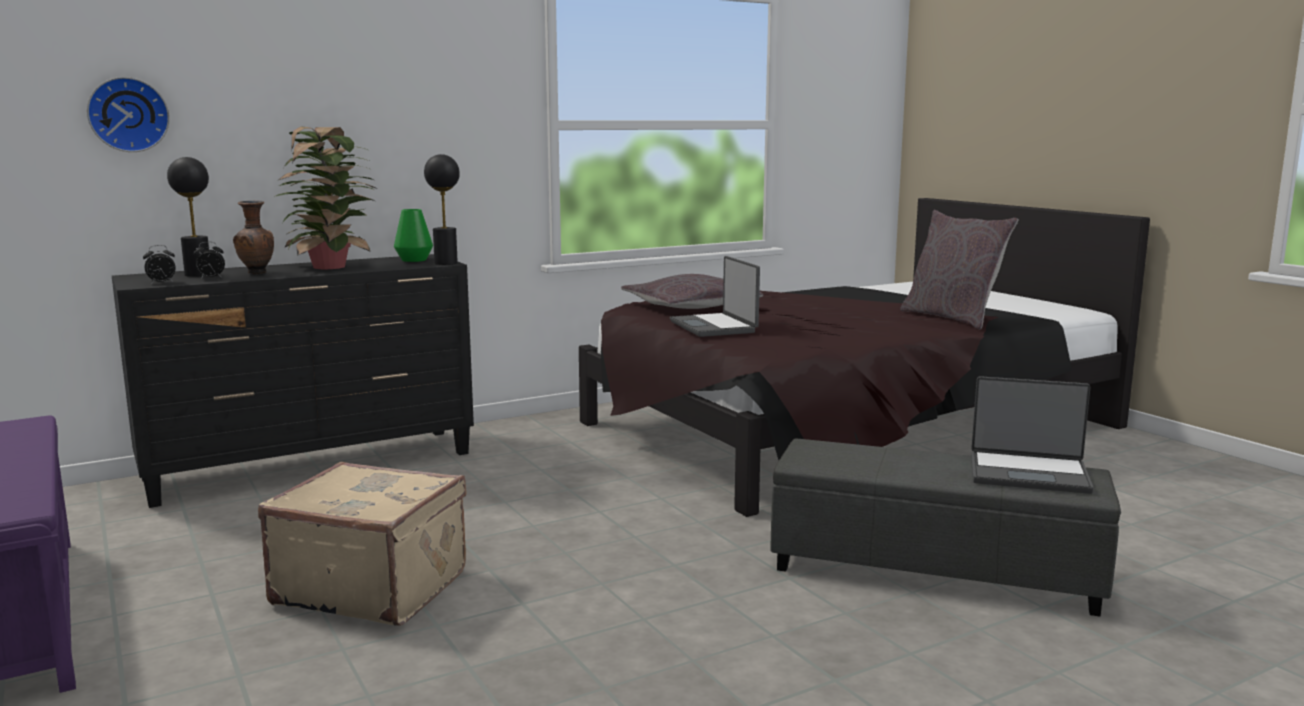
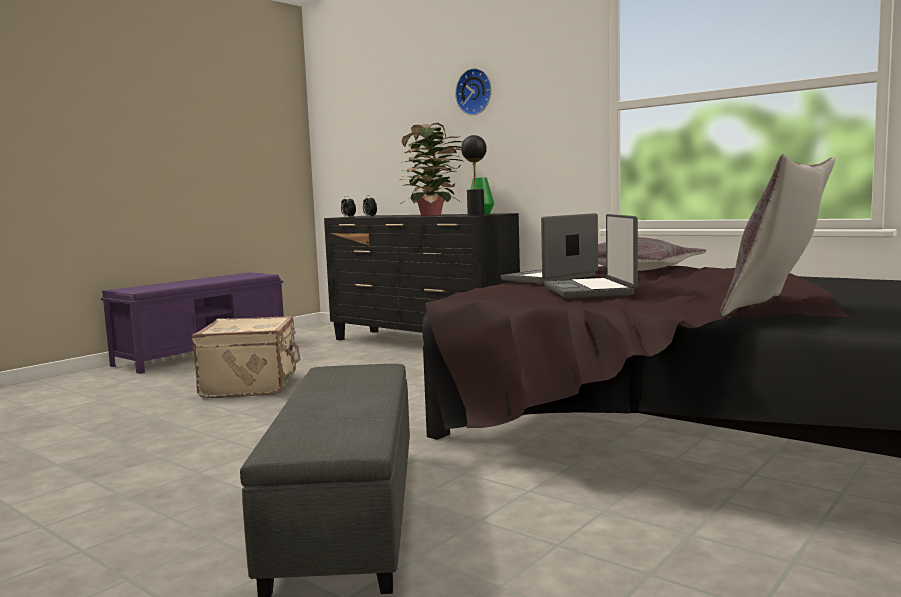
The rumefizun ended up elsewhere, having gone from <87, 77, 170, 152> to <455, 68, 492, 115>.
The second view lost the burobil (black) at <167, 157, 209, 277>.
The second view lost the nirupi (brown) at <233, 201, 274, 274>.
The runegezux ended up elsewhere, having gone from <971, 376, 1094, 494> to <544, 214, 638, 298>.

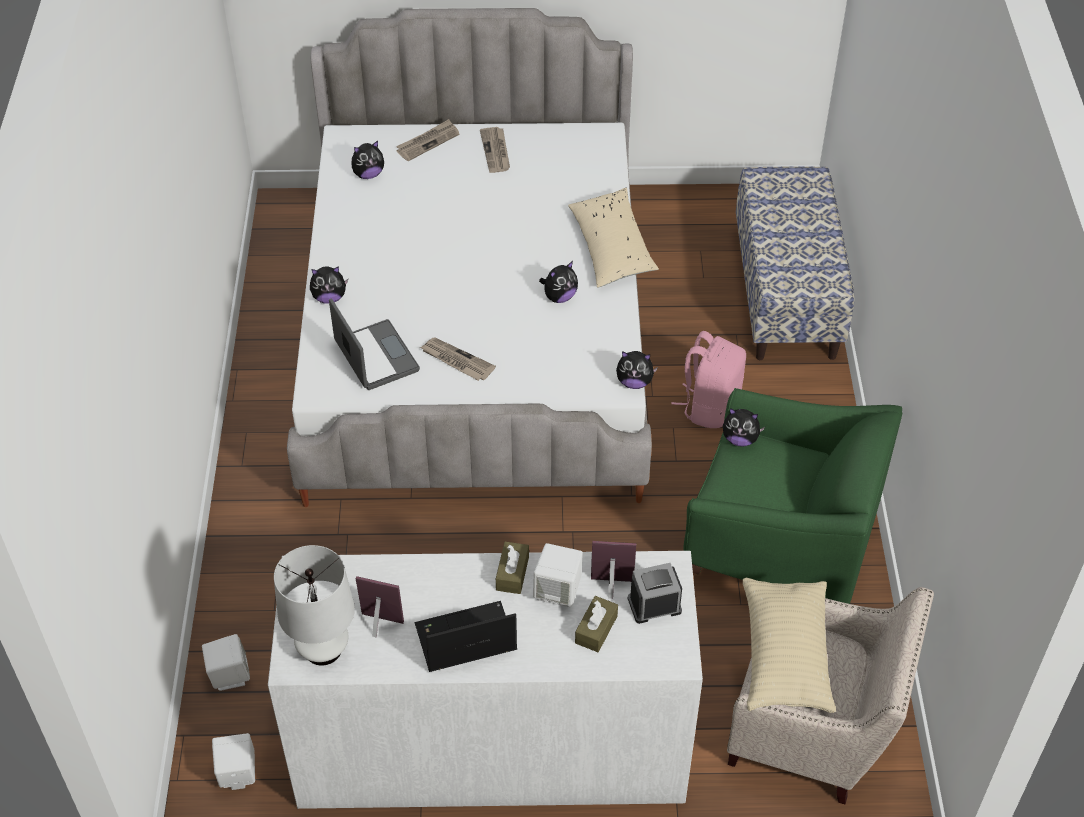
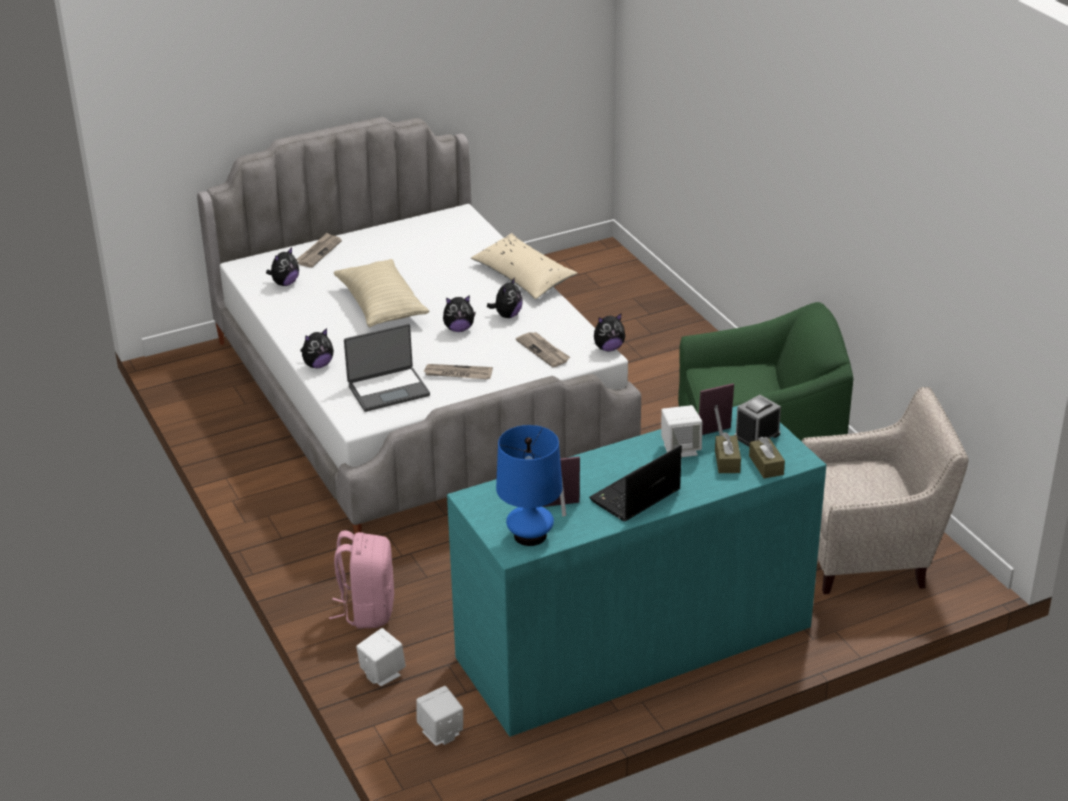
What was the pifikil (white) at <268, 551, 703, 809> turned into the pifikil (turquoise) at <447, 405, 826, 737>.
What was the burobil (white) at <274, 545, 355, 665> turned into the burobil (blue) at <496, 425, 563, 546>.
The runegezux at <329, 299, 420, 390> ended up facing another way, 120 degrees clockwise from before.
The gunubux ended up elsewhere, having gone from <480, 127, 510, 173> to <516, 332, 570, 367>.
The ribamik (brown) ended up elsewhere, having gone from <496, 542, 529, 594> to <749, 437, 785, 478>.
The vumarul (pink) ended up elsewhere, having gone from <671, 331, 746, 428> to <329, 530, 394, 629>.
The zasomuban ended up elsewhere, having gone from <723, 408, 765, 447> to <443, 295, 476, 332>.
The second view lost the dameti at <736, 166, 855, 360>.
The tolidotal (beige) ended up elsewhere, having gone from <743, 578, 836, 713> to <334, 259, 429, 327>.

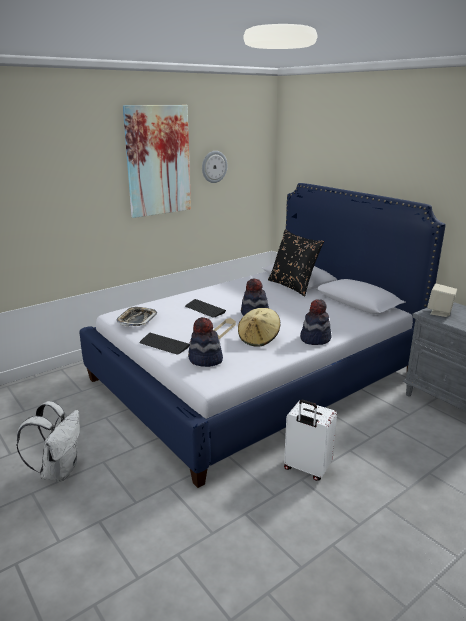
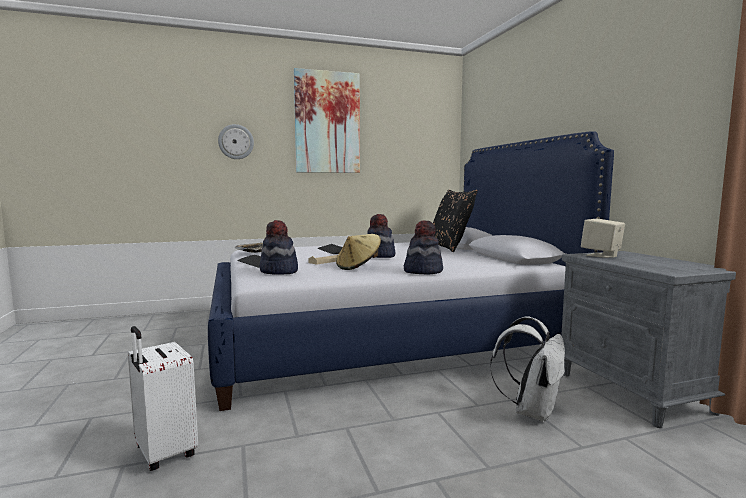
The vumarul (white) ended up elsewhere, having gone from <16, 401, 80, 482> to <490, 316, 566, 422>.
The rumefizun ended up elsewhere, having gone from <202, 151, 228, 183> to <218, 124, 254, 159>.
The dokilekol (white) ended up elsewhere, having gone from <284, 400, 337, 481> to <128, 326, 198, 471>.

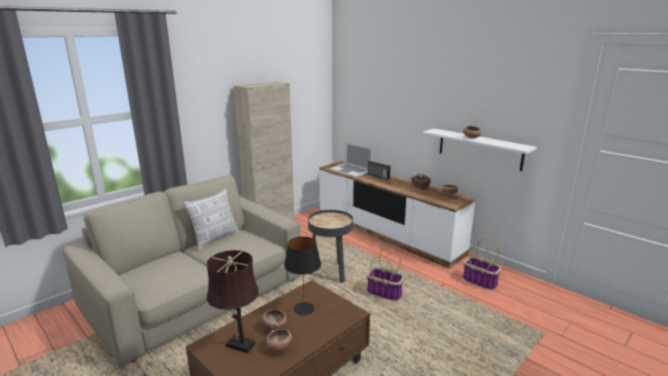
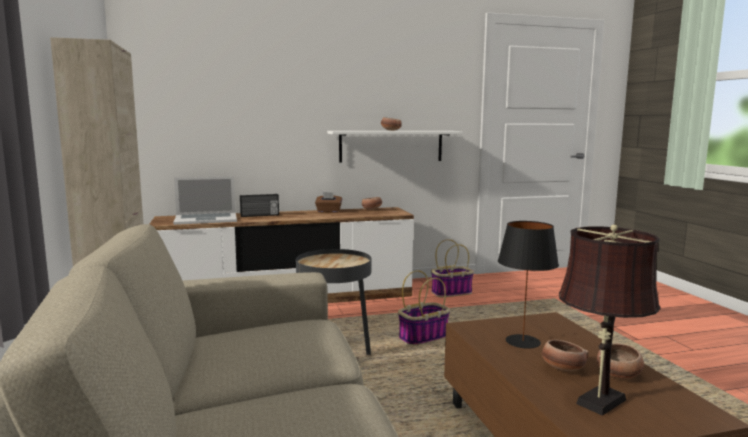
The second view lost the tolidotal at <184, 189, 240, 250>.

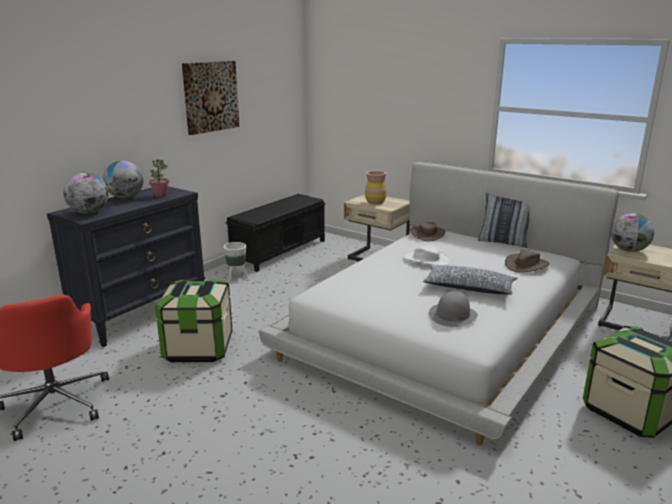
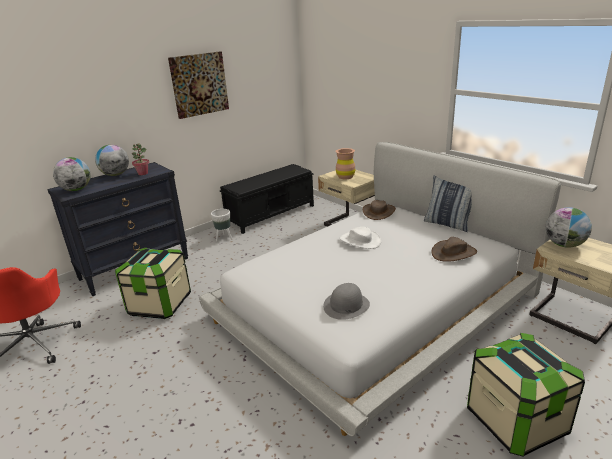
The second view lost the tolidotal at <423, 266, 518, 295>.

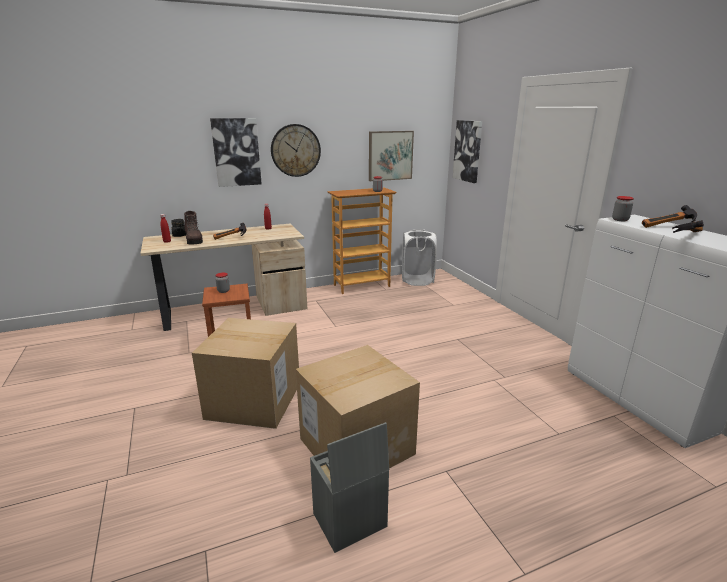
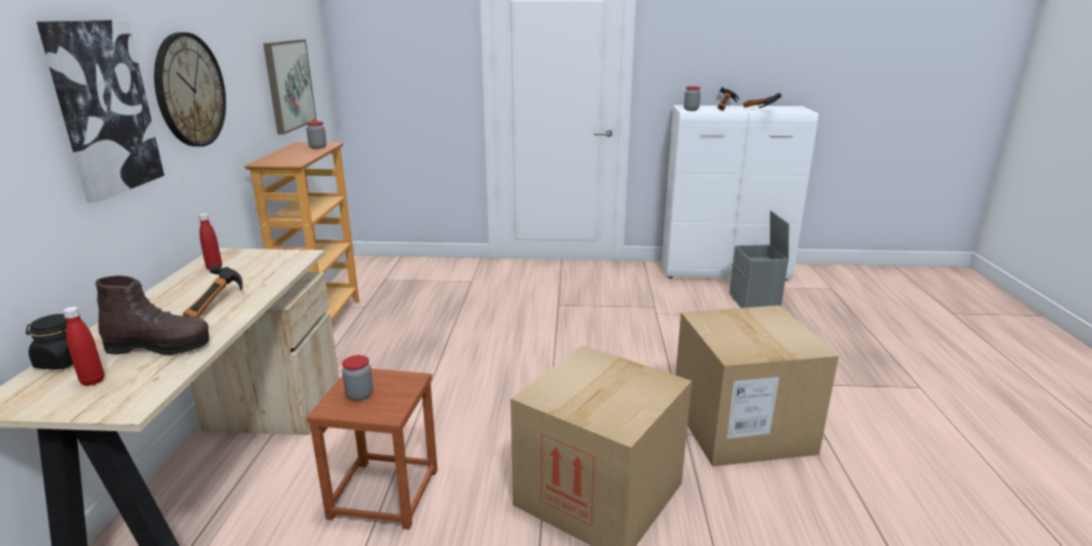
The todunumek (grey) ended up elsewhere, having gone from <310, 422, 389, 553> to <729, 211, 789, 308>.
The second view lost the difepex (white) at <402, 229, 437, 286>.
The second view lost the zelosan at <453, 120, 482, 183>.

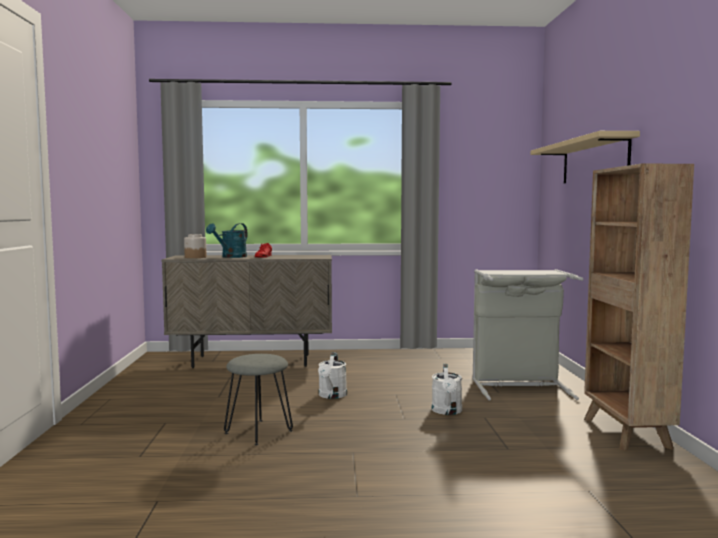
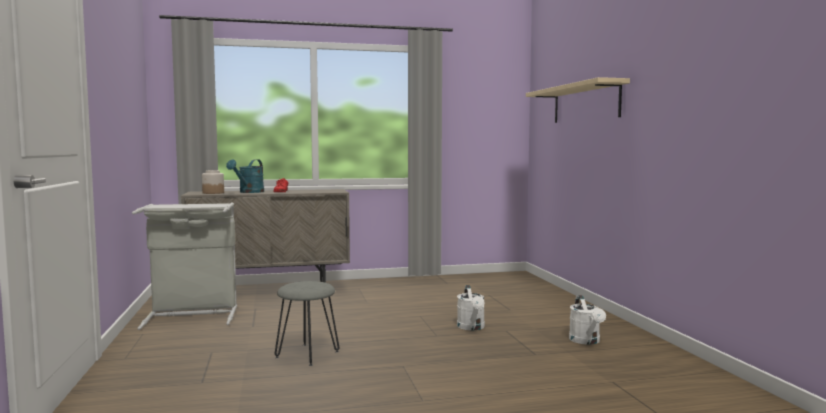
The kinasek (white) ended up elsewhere, having gone from <318, 352, 347, 399> to <569, 295, 606, 345>.
The difepex (grey) ended up elsewhere, having gone from <472, 269, 584, 401> to <132, 202, 237, 330>.
The second view lost the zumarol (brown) at <584, 164, 694, 451>.

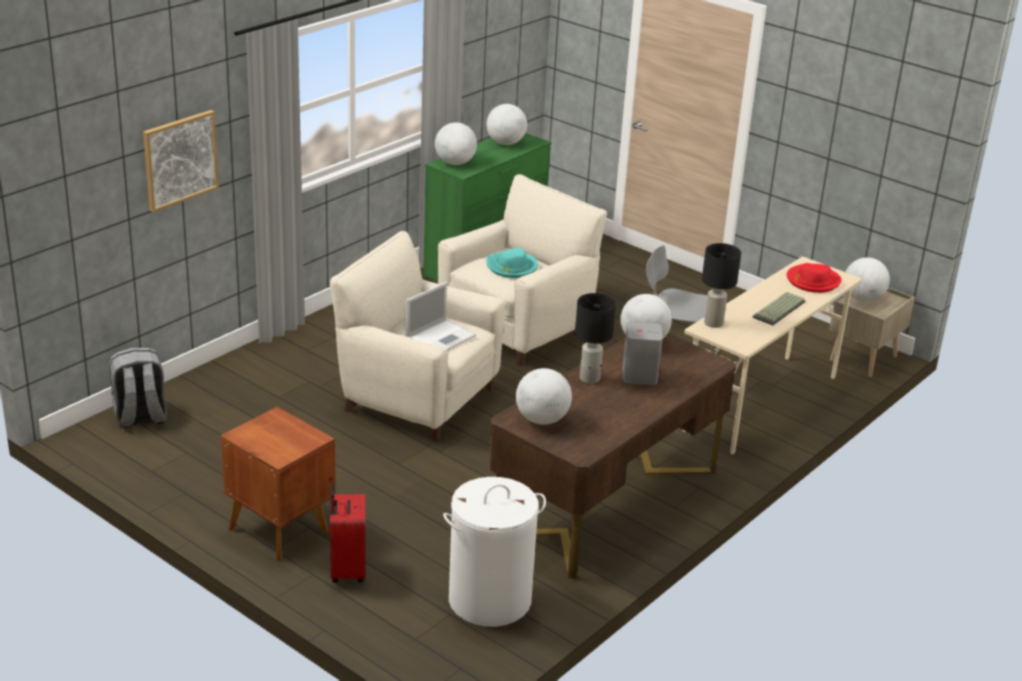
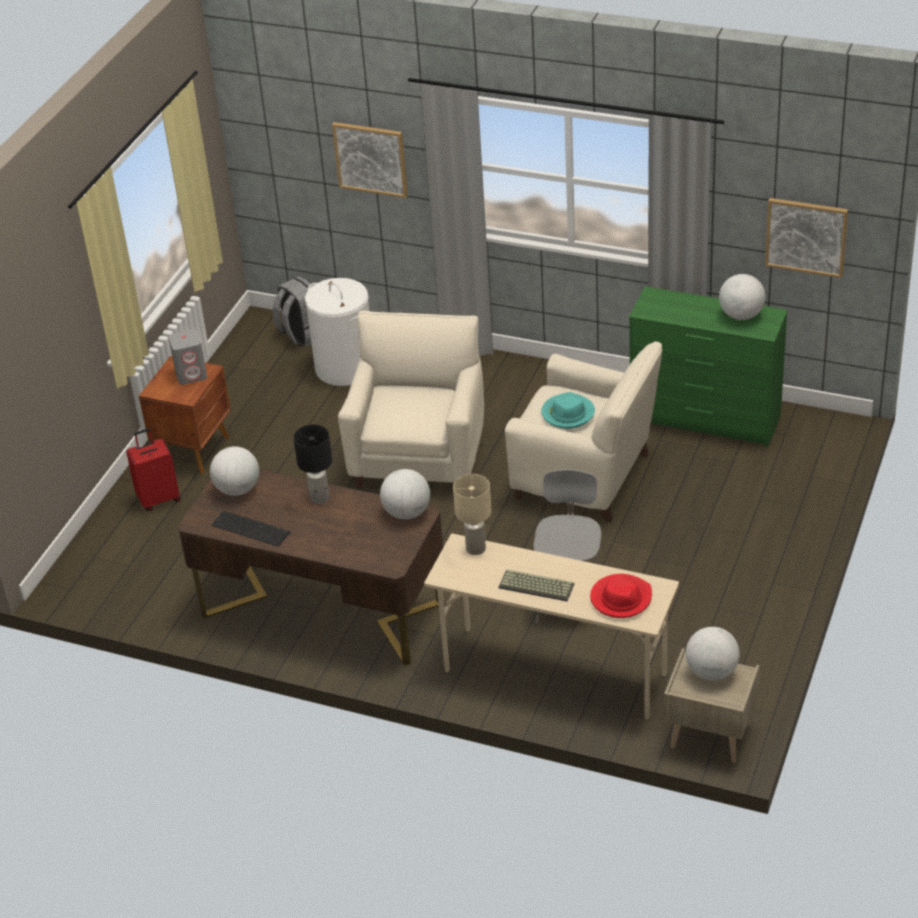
The second view lost the runegezux at <405, 282, 476, 350>.
The second view lost the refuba at <435, 122, 477, 165>.
The difepex (white) ended up elsewhere, having gone from <443, 477, 546, 627> to <305, 278, 369, 386>.
The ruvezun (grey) ended up elsewhere, having gone from <622, 322, 663, 385> to <168, 329, 207, 385>.
What was the burobil (black) at <702, 243, 741, 328> turned into the burobil (beige) at <453, 474, 492, 555>.
The second view gained the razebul at <212, 511, 290, 547>.
The second view gained the zelosan at <765, 198, 848, 278>.

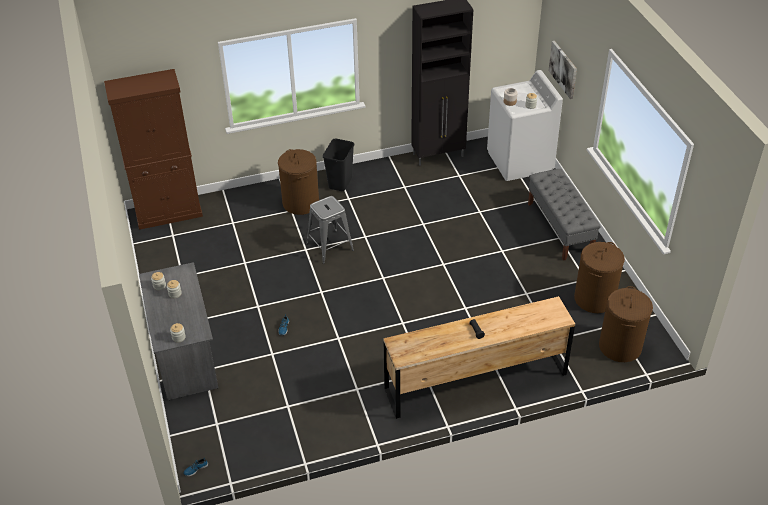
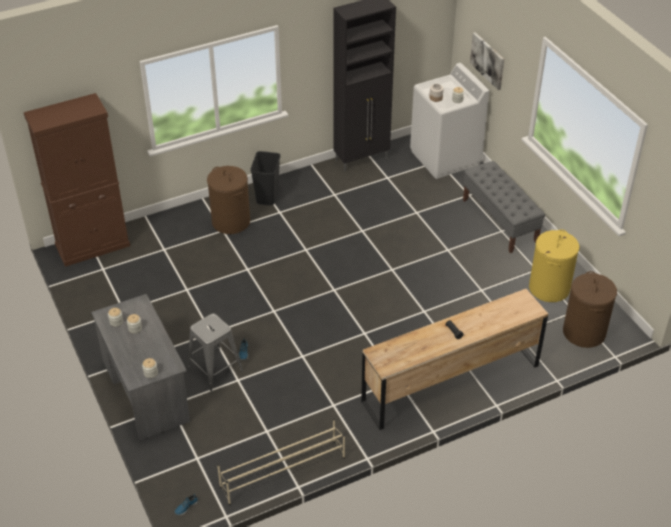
The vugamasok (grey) ended up elsewhere, having gone from <306, 196, 354, 264> to <187, 313, 243, 391>.
What was the difepex (brown) at <574, 242, 625, 313> turned into the difepex (yellow) at <529, 229, 579, 302>.
The second view gained the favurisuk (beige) at <217, 418, 345, 505>.

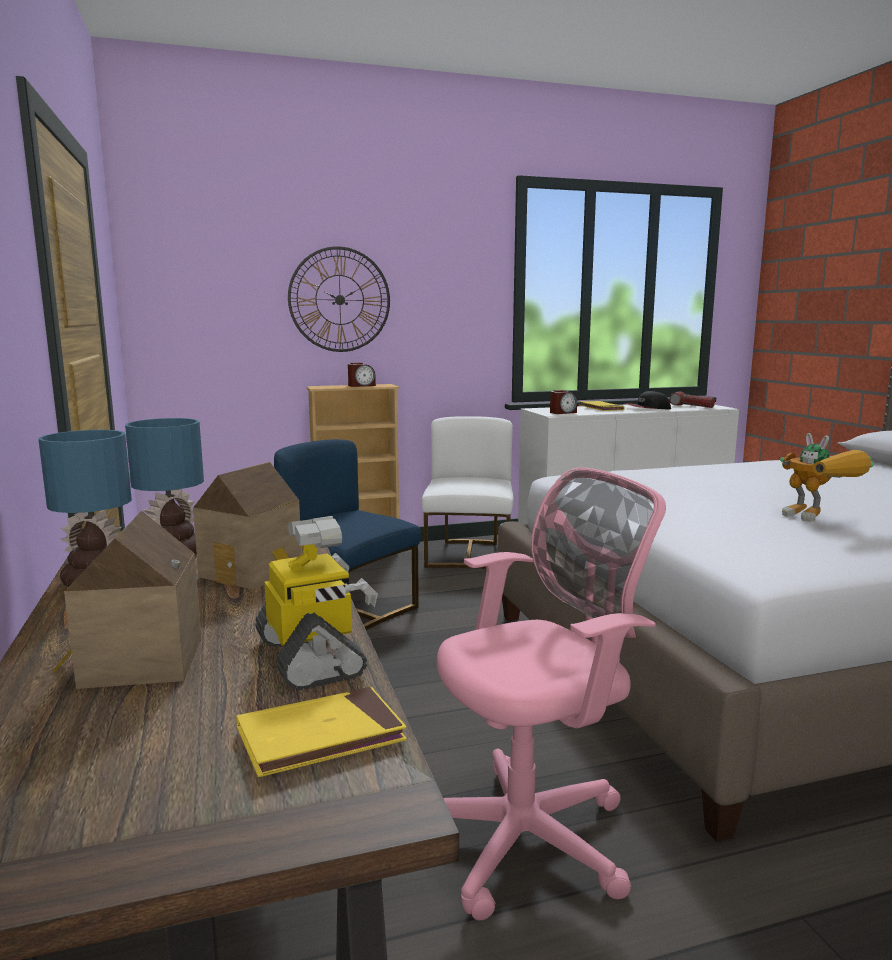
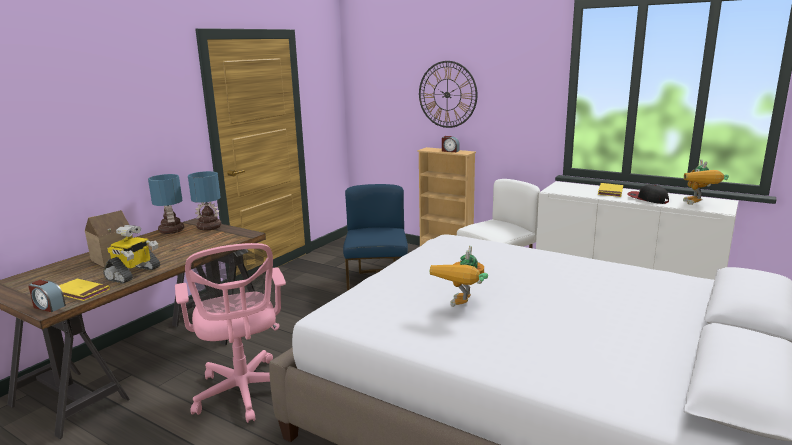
The second view lost the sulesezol at <193, 462, 302, 590>.
The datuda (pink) at <437, 468, 666, 921> ended up facing another way, 45 degrees clockwise from before.
The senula ended up elsewhere, having gone from <550, 390, 577, 414> to <28, 280, 66, 312>.
Where the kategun stood at <669, 391, 715, 408>, the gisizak came to stand at <683, 159, 729, 205>.

